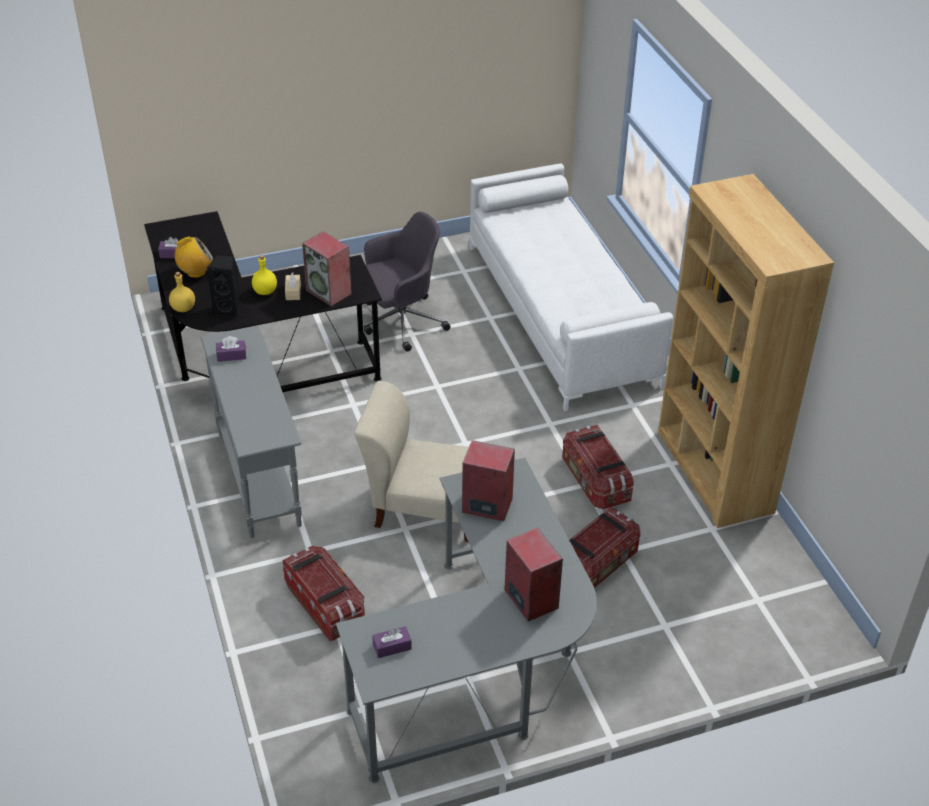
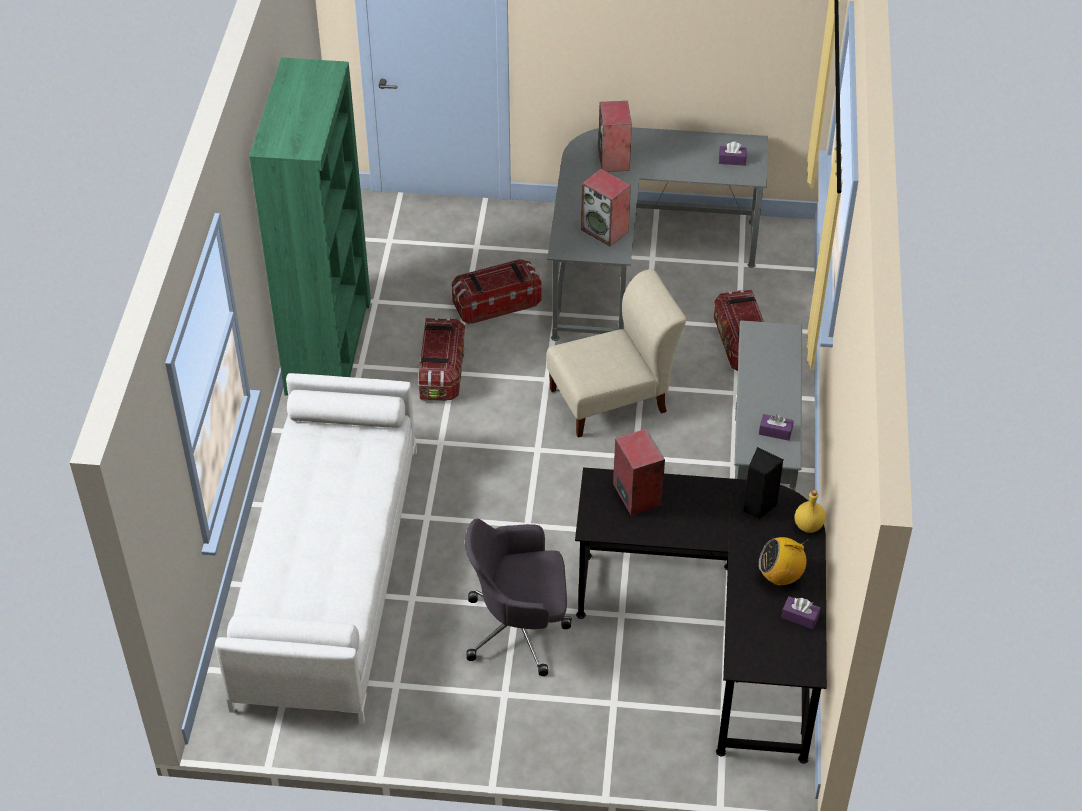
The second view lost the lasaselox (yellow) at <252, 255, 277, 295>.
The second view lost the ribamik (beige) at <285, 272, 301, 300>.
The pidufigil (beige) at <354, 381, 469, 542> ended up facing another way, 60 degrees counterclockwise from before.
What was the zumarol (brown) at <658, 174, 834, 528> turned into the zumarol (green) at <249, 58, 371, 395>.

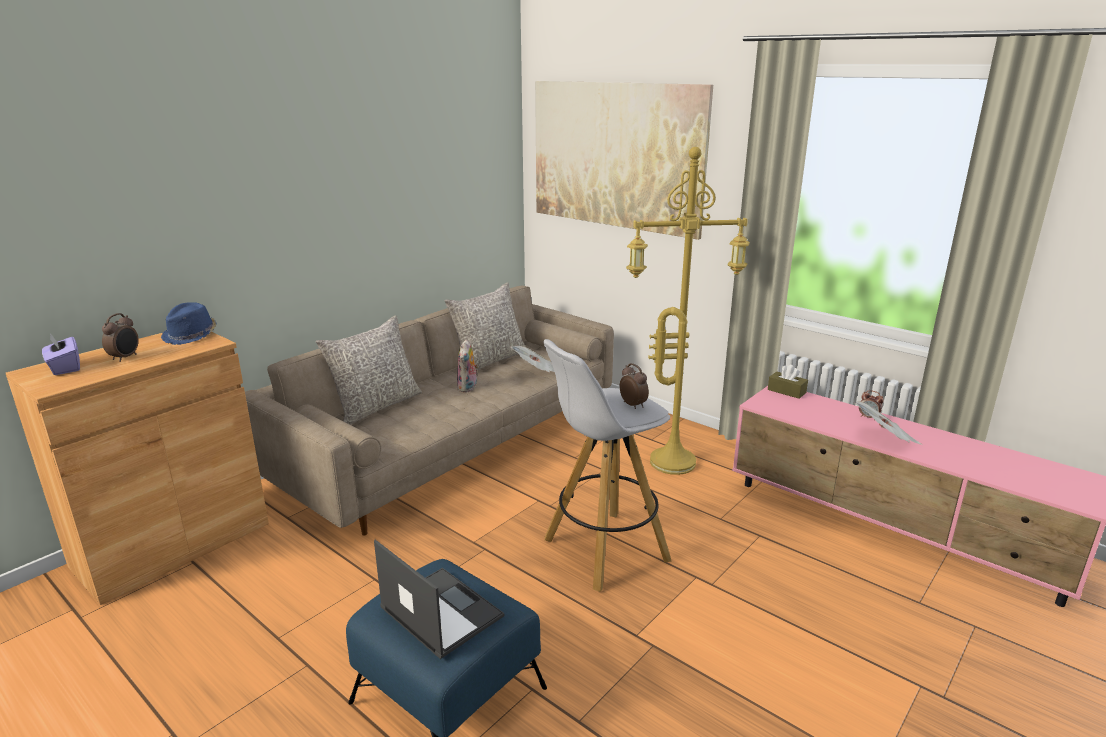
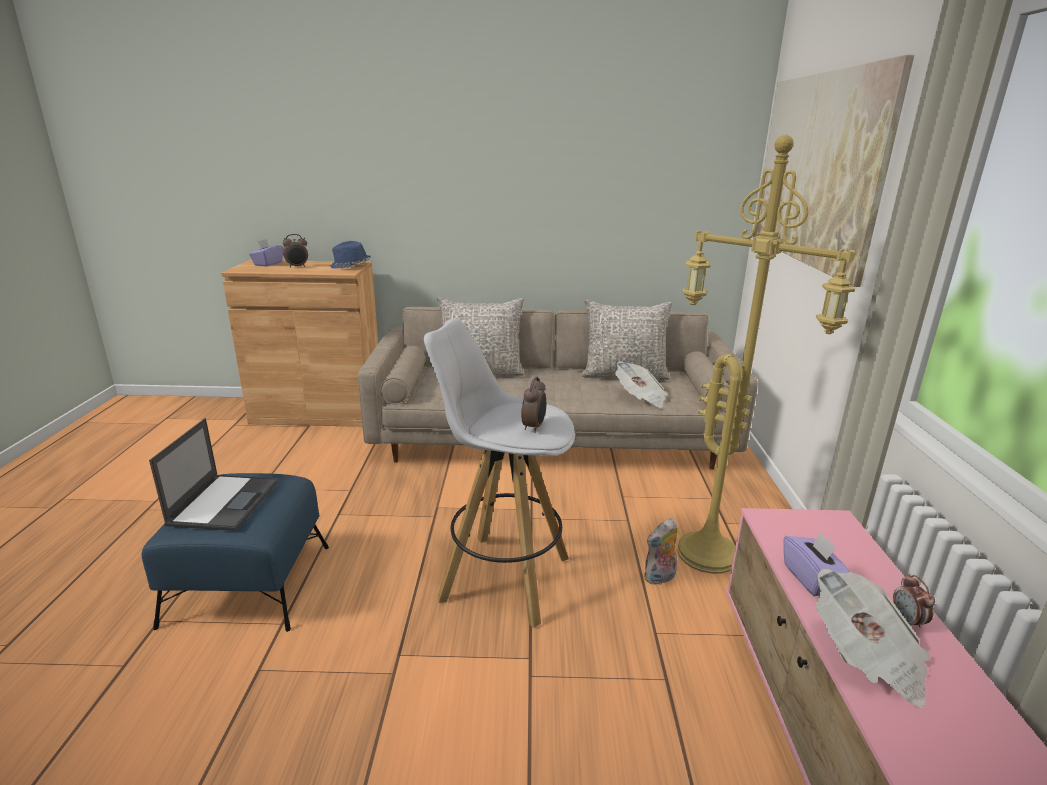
The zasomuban ended up elsewhere, having gone from <457, 340, 479, 393> to <644, 518, 678, 585>.
The second view lost the ribamik (brown) at <768, 365, 808, 399>.
The second view gained the ribamik (purple) at <784, 531, 850, 596>.

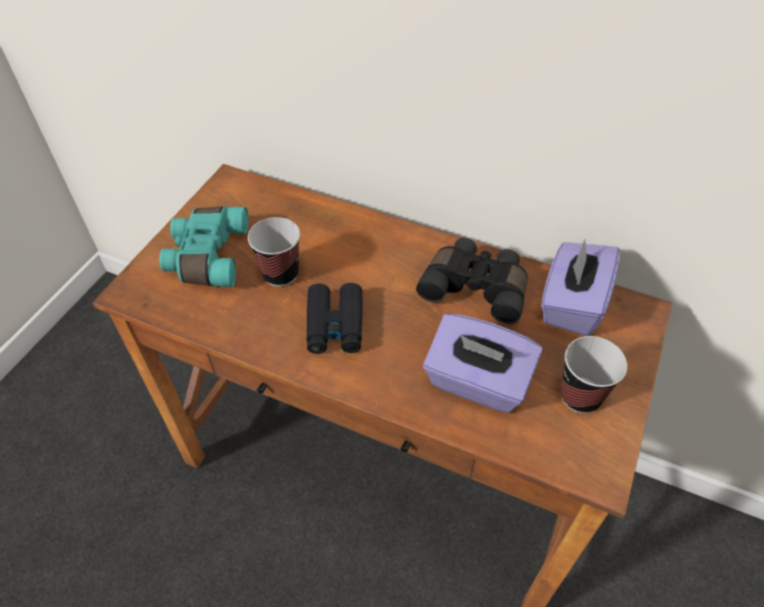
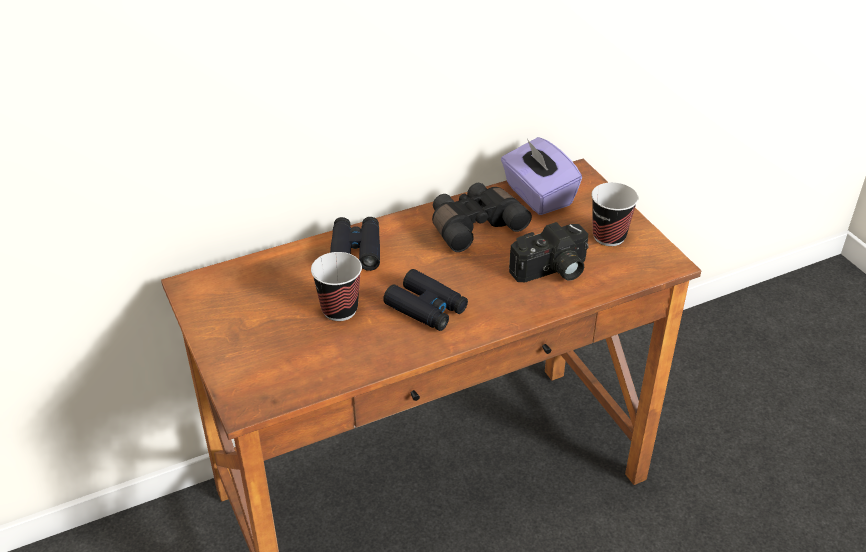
The second view lost the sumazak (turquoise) at <159, 206, 249, 287>.
Where the ribamik (purple) stood at <423, 313, 543, 413>, the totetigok came to stand at <509, 222, 589, 282>.
The second view gained the sumazak (black) at <330, 217, 380, 271>.

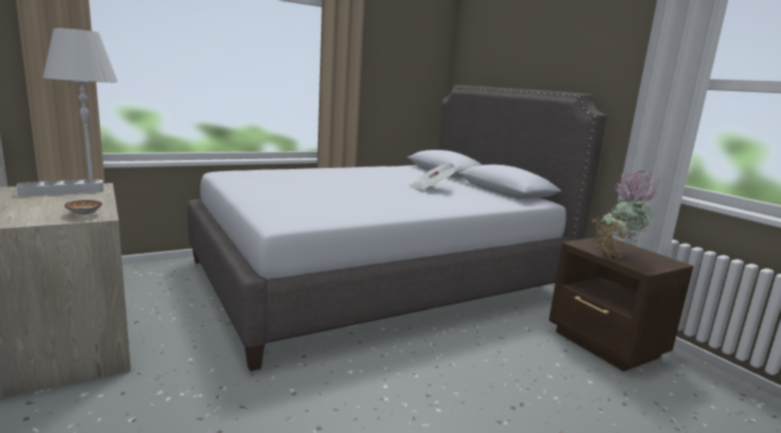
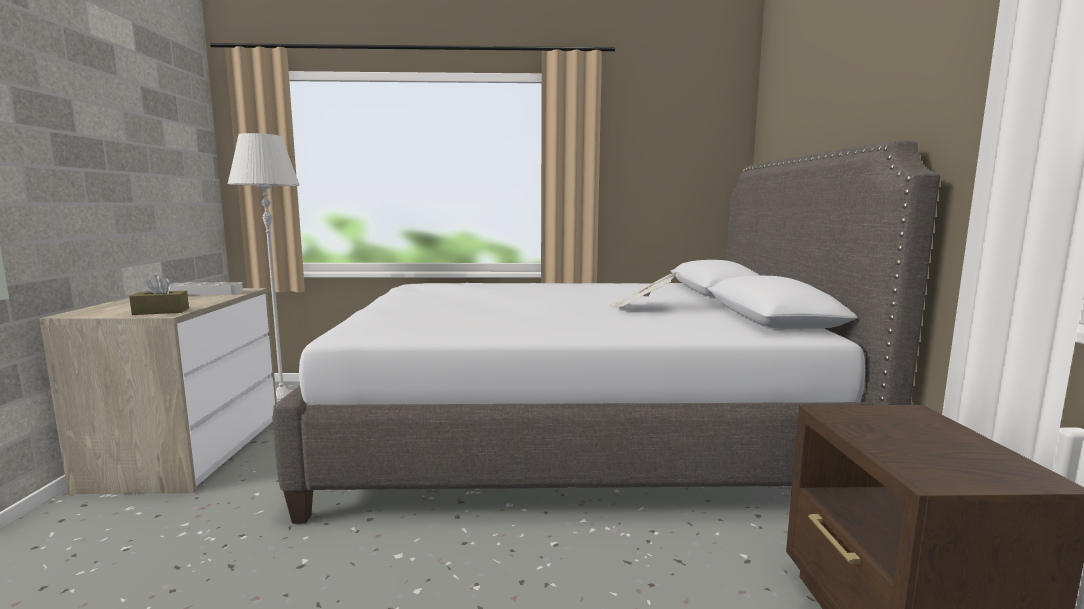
Where the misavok stood at <65, 200, 102, 215>, the ribamik (brown) came to stand at <129, 275, 189, 315>.
The second view lost the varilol at <592, 170, 659, 258>.

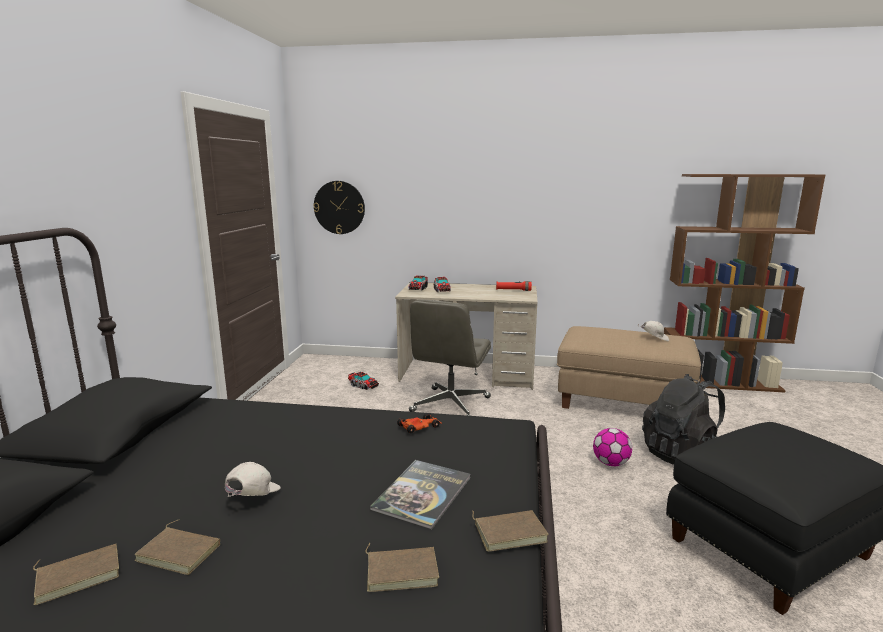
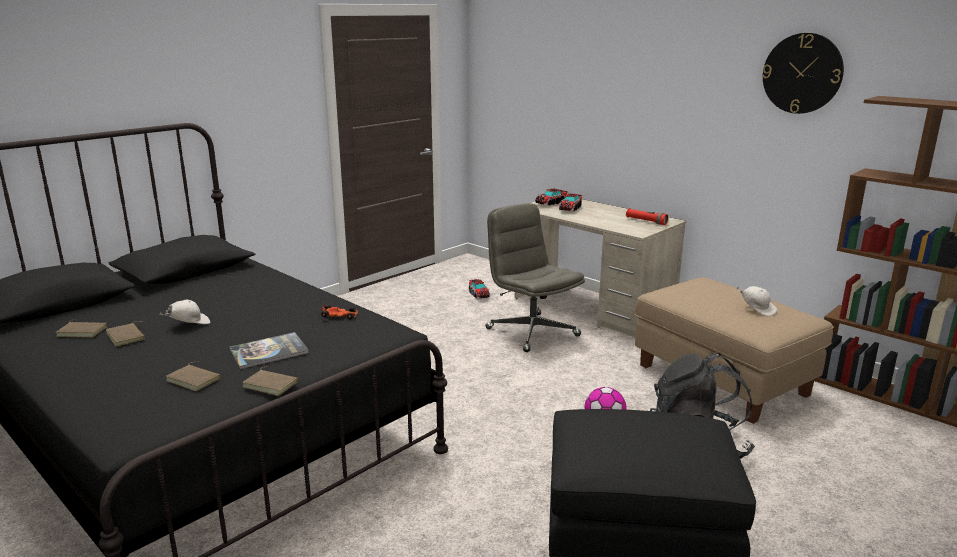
The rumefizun ended up elsewhere, having gone from <313, 181, 365, 234> to <762, 33, 844, 114>.
The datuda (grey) at <409, 300, 491, 416> ended up facing another way, 90 degrees clockwise from before.

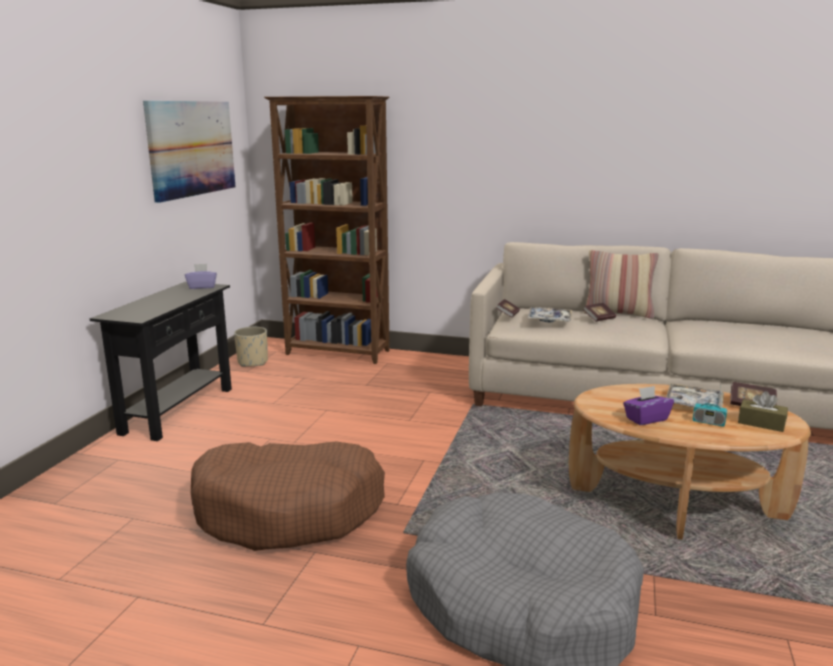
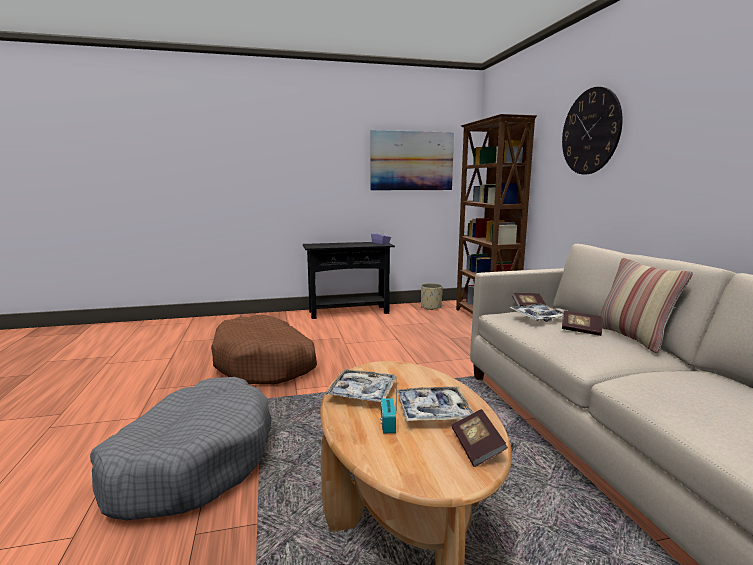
Where the ribamik (purple) stood at <623, 386, 674, 425>, the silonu came to stand at <325, 369, 397, 402>.
The second view lost the ribamik (brown) at <738, 391, 788, 432>.
The second view gained the rumefizun at <562, 87, 623, 174>.

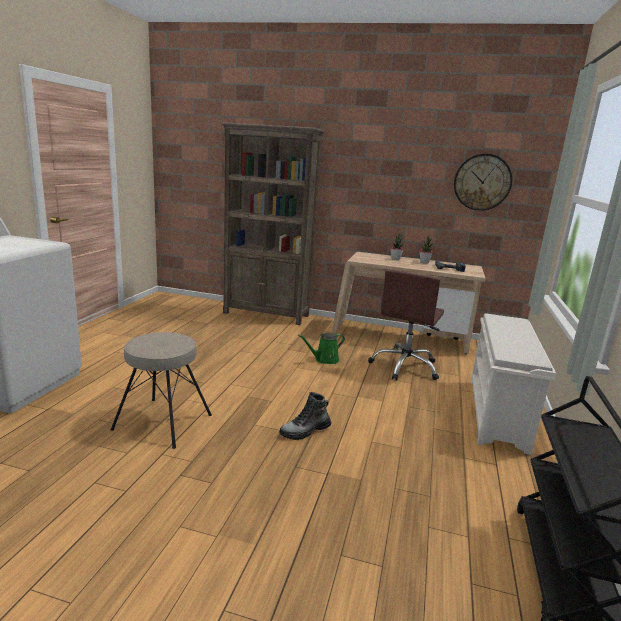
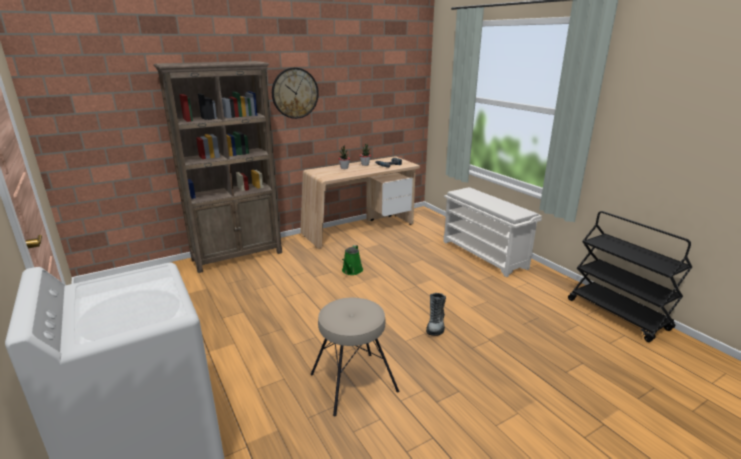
The second view lost the datuda (brown) at <368, 269, 444, 381>.
The rumefizun ended up elsewhere, having gone from <454, 154, 512, 211> to <272, 68, 319, 119>.

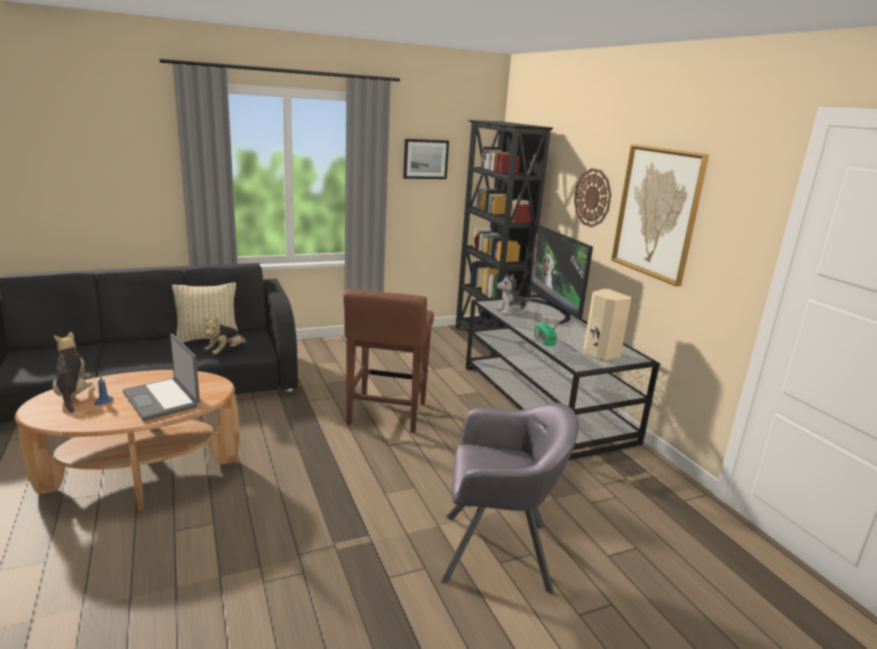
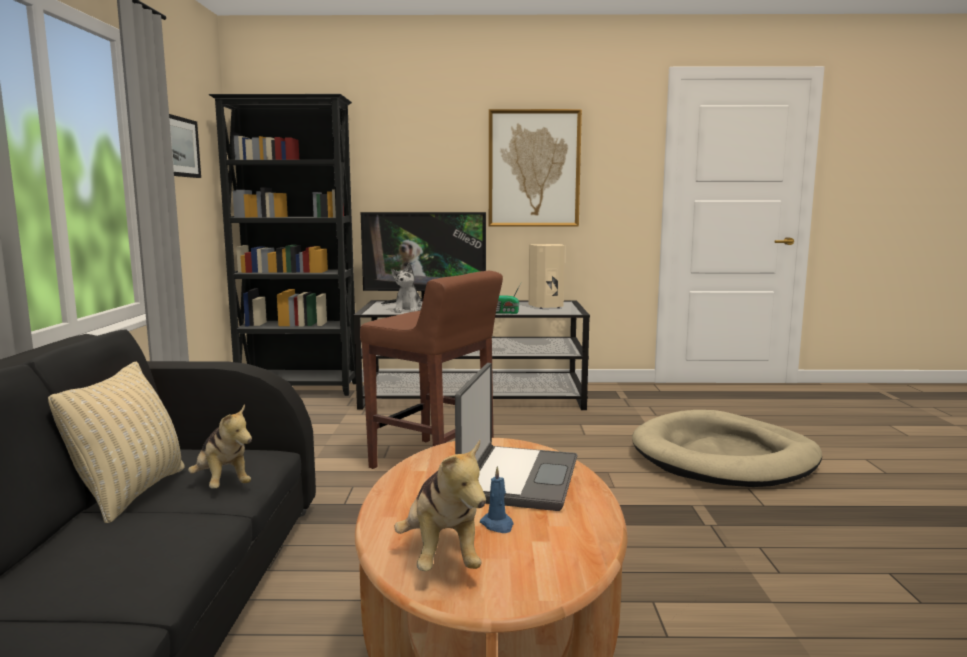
The zasomuban at <53, 332, 93, 413> ended up facing another way, 105 degrees counterclockwise from before.
The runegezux at <122, 333, 200, 421> ended up facing another way, 60 degrees counterclockwise from before.
Where the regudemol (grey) stood at <441, 403, 579, 595>, the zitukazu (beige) came to stand at <632, 410, 822, 487>.
The second view lost the rumefizun at <574, 168, 611, 227>.

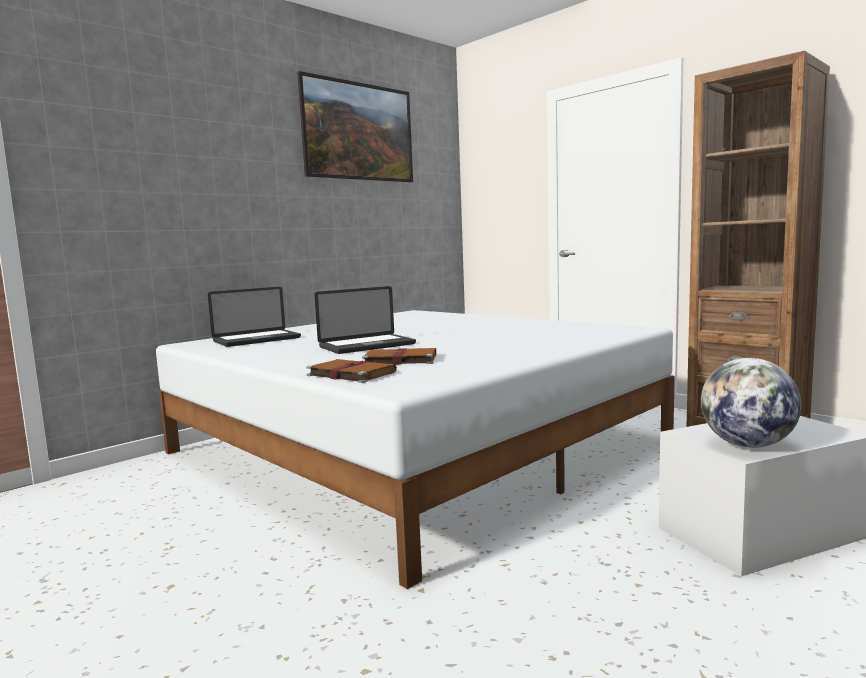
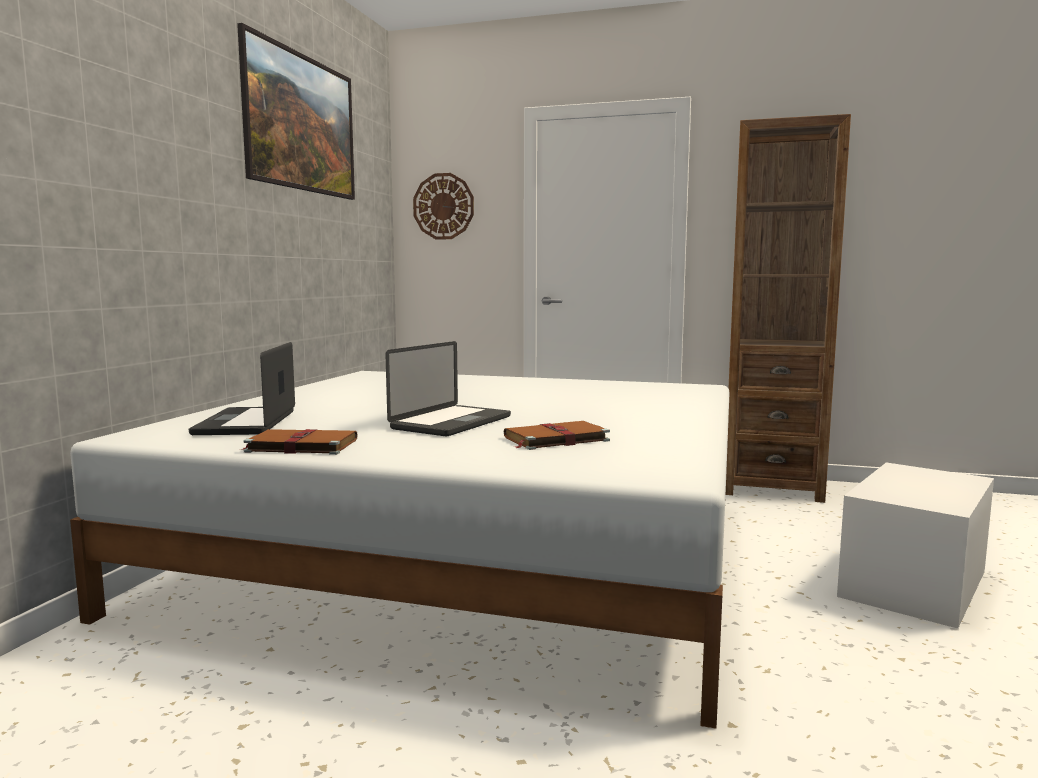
The runegezux at <208, 287, 301, 347> ended up facing another way, 150 degrees clockwise from before.
The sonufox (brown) ended up elsewhere, having gone from <306, 359, 397, 383> to <243, 429, 358, 455>.
The second view lost the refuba at <701, 358, 801, 448>.
The second view gained the rumefizun at <413, 173, 474, 240>.

